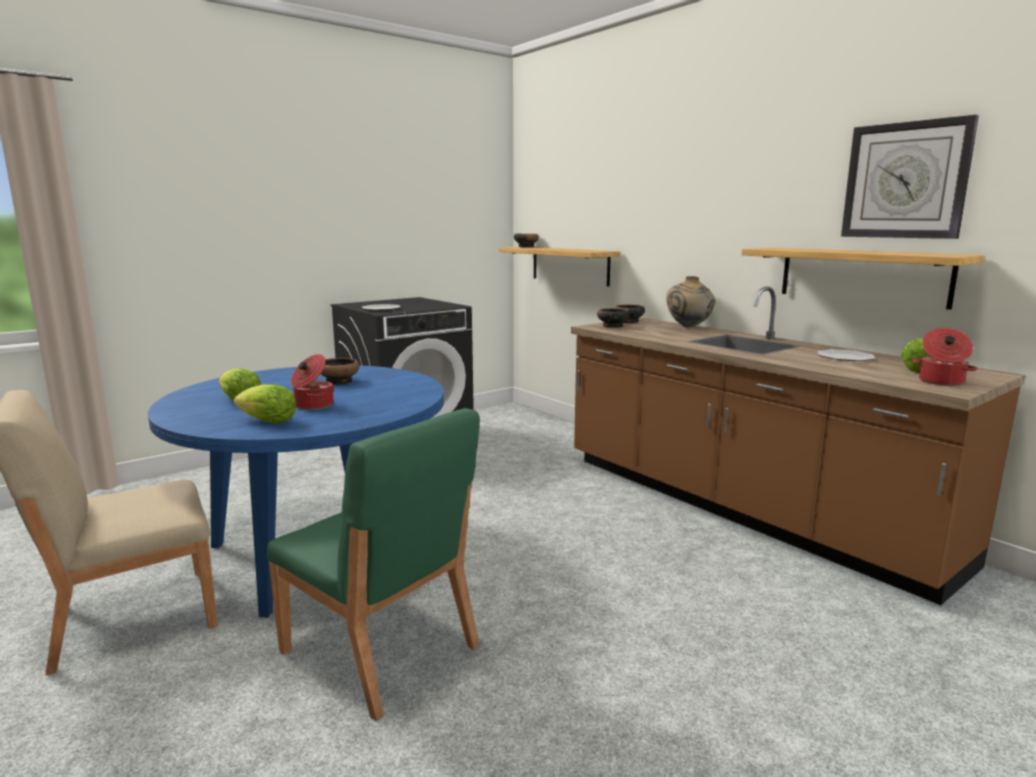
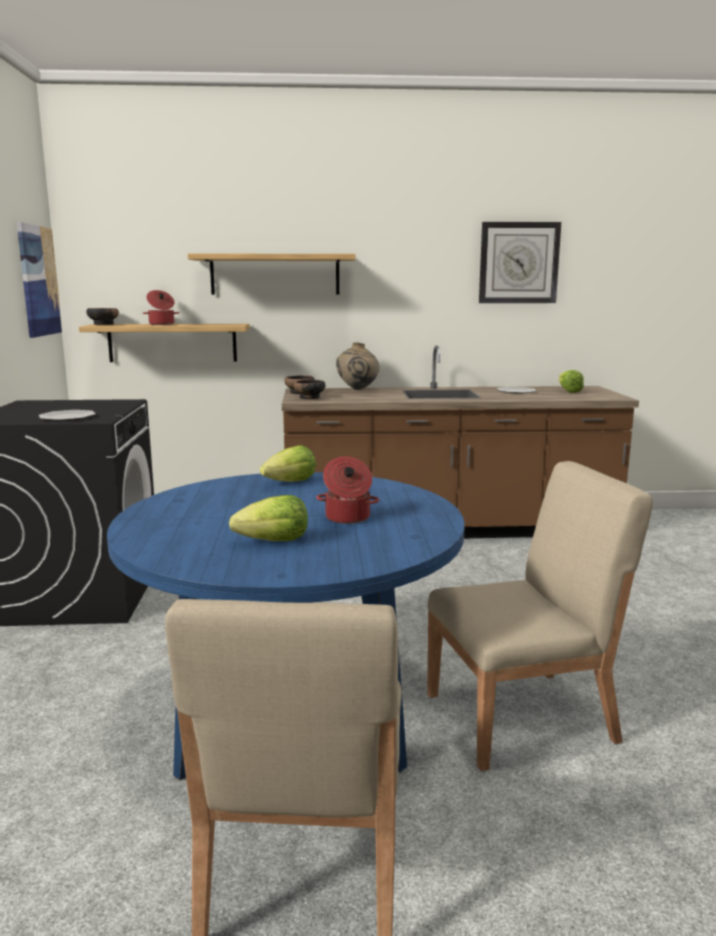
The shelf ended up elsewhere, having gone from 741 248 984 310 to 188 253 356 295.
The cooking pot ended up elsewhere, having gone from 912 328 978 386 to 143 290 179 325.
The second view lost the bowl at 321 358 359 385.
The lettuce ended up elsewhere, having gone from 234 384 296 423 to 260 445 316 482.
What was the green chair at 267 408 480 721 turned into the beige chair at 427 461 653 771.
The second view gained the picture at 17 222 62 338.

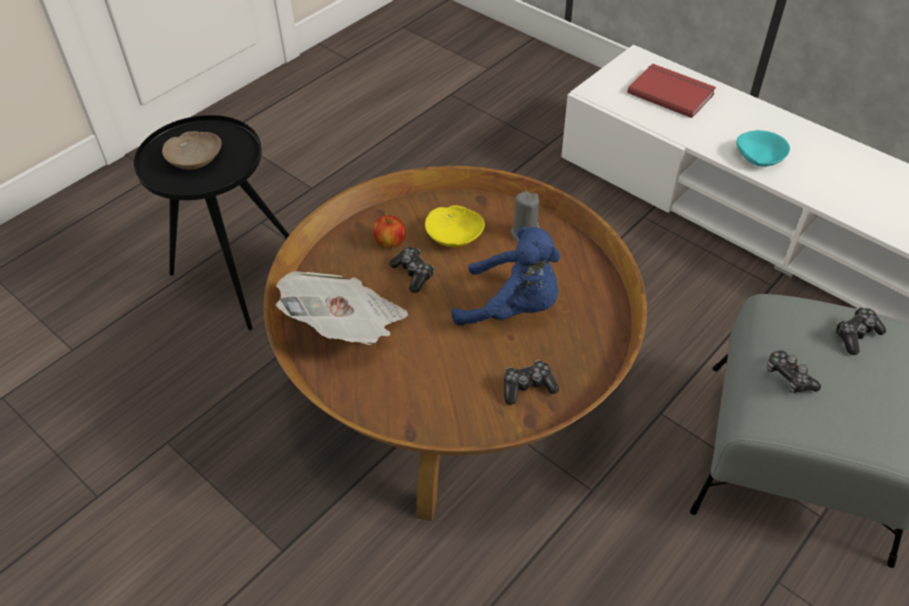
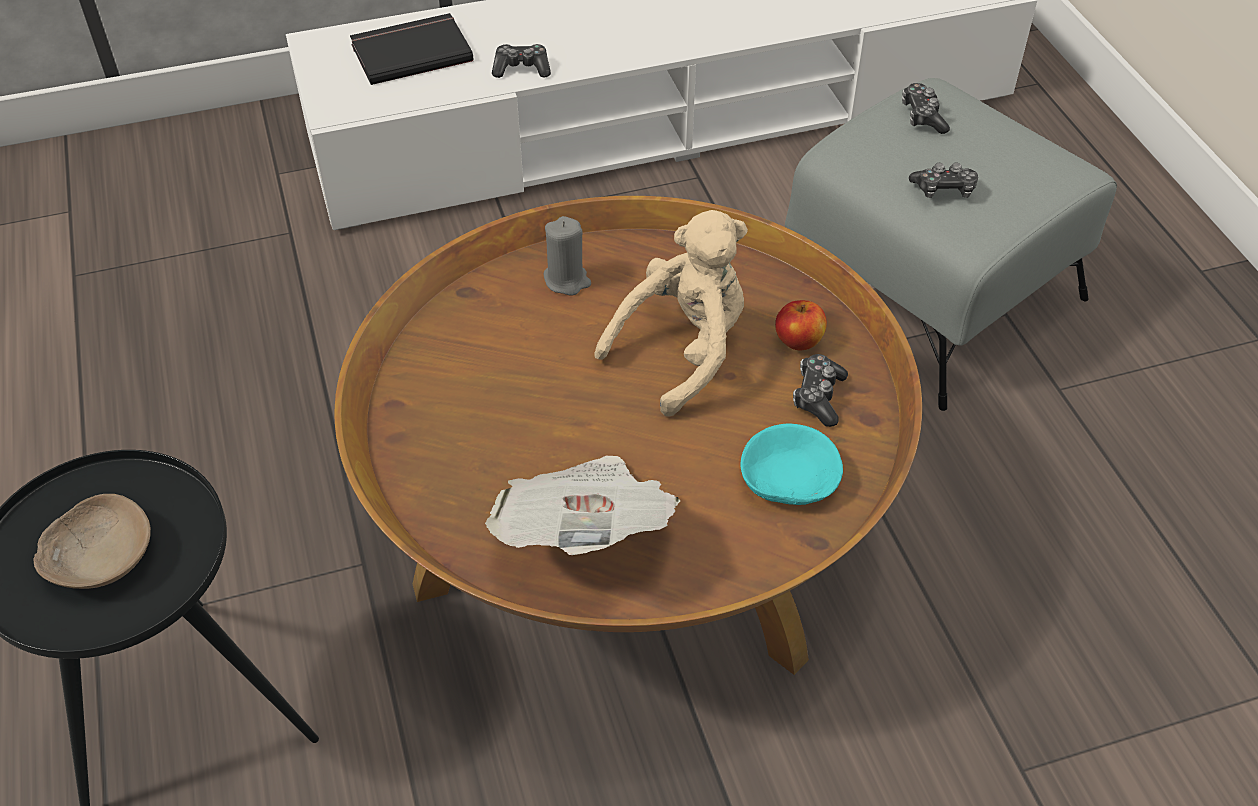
What was the red book at 627 63 716 118 turned into the black book at 350 13 473 85.
The turquoise bowl ended up elsewhere, having gone from 736 130 790 167 to 741 423 843 505.
The second view lost the yellow bowl at 425 205 485 247.
The apple ended up elsewhere, having gone from 373 216 406 248 to 775 300 827 350.
What was the blue plush toy at 452 227 561 326 turned into the beige plush toy at 594 210 748 417.
The game controller ended up elsewhere, having gone from 389 247 434 293 to 492 44 551 78.

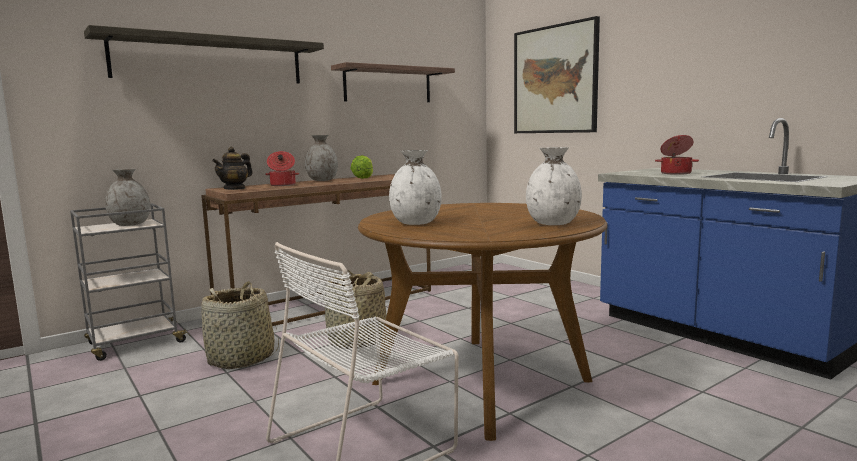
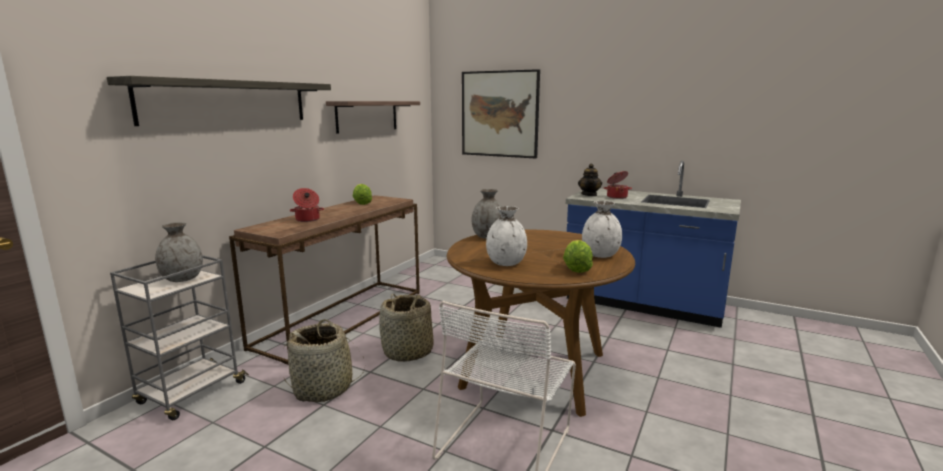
The grey vase ended up elsewhere, having gone from 305 135 338 181 to 471 189 502 239.
The teapot ended up elsewhere, having gone from 212 147 253 190 to 578 164 602 196.
The second view gained the lettuce at 563 240 593 273.

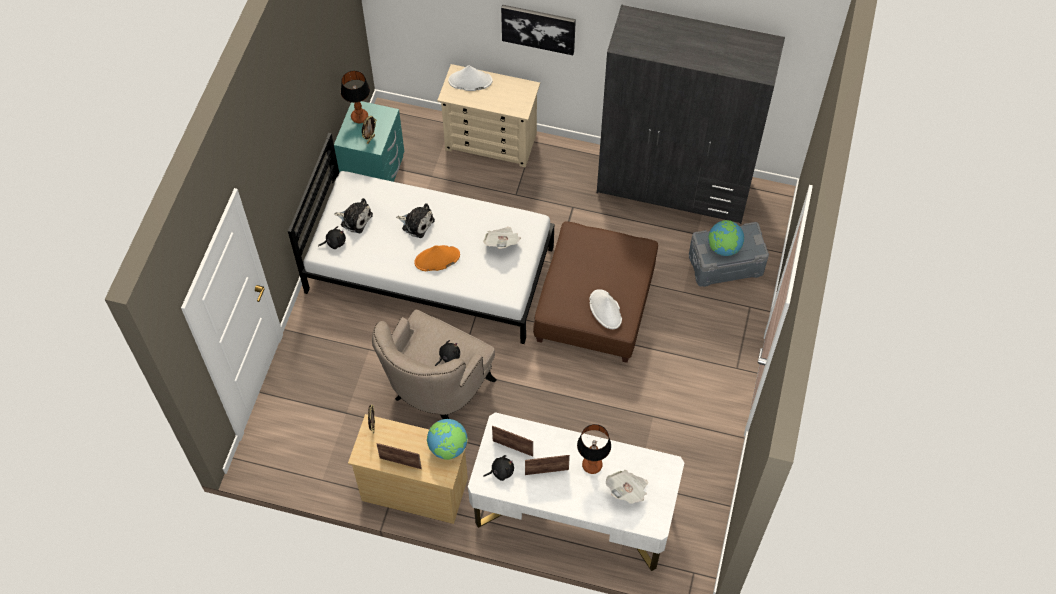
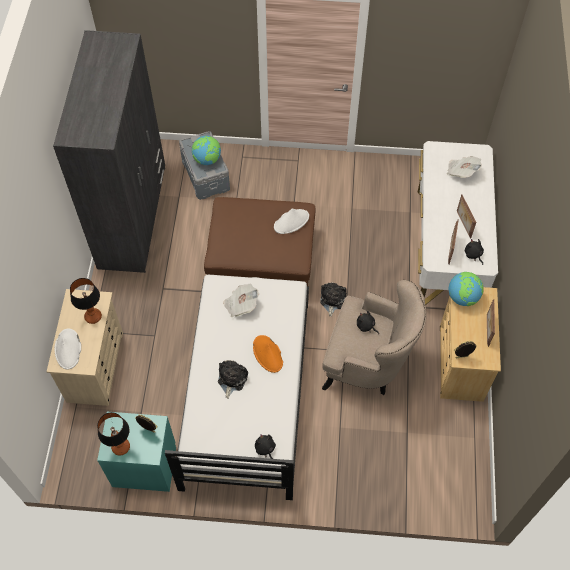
The second view lost the picture at 501 5 576 55.
The plush toy ended up elsewhere, having gone from 334 198 373 233 to 320 283 347 317.
The table lamp ended up elsewhere, having gone from 577 424 611 474 to 70 278 102 324.

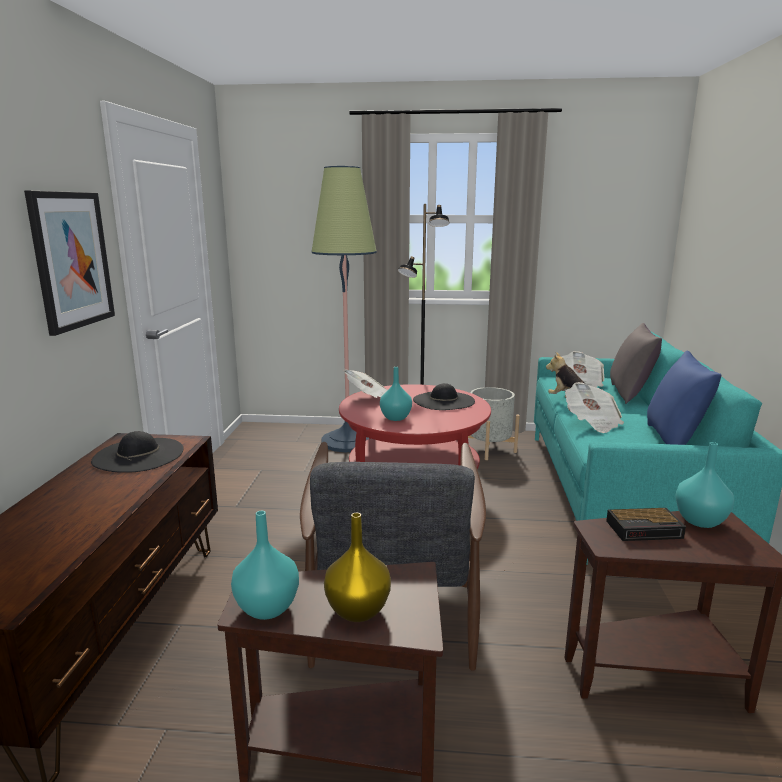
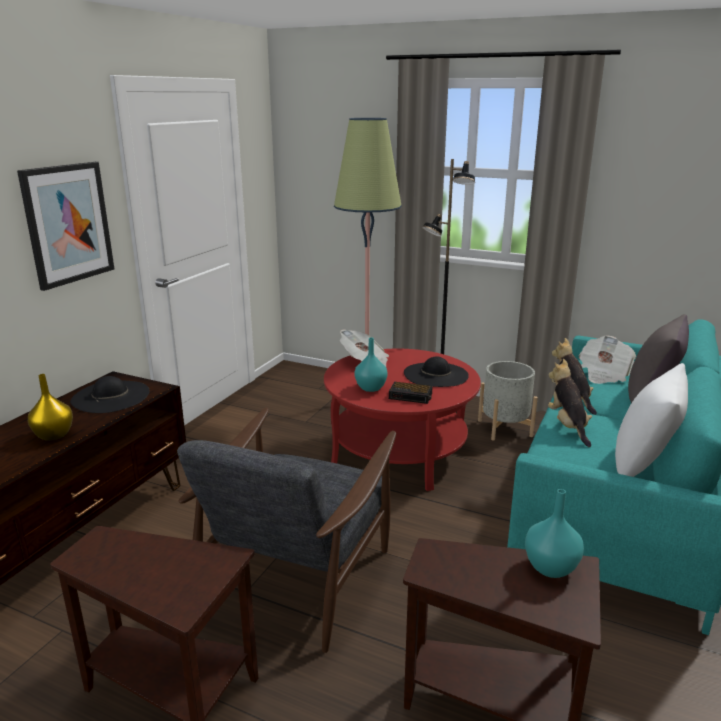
What was the blue pillow at 647 351 721 445 turned into the white pillow at 615 363 688 477.
Where the newspaper stood at 565 382 624 433, the plush toy came to stand at 548 359 592 447.
The alarm clock ended up elsewhere, having gone from 606 508 686 541 to 389 382 433 404.
The second view lost the turquoise vase at 231 511 299 620.
The yellow vase ended up elsewhere, having gone from 324 513 391 622 to 28 374 73 441.

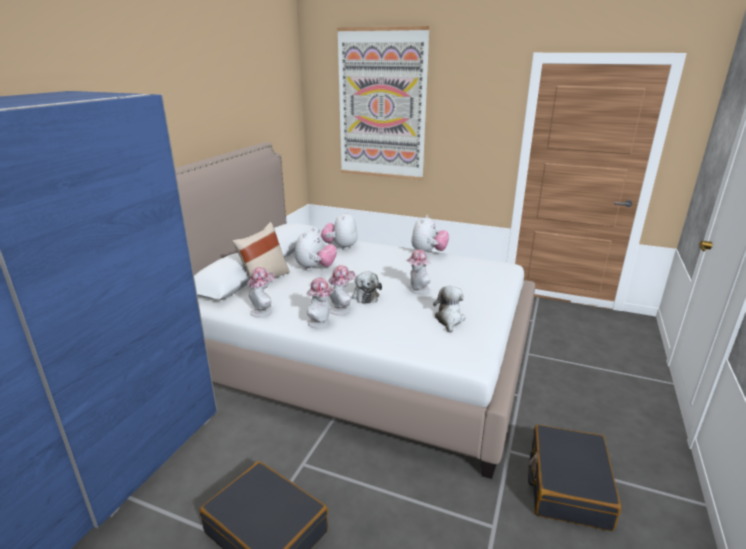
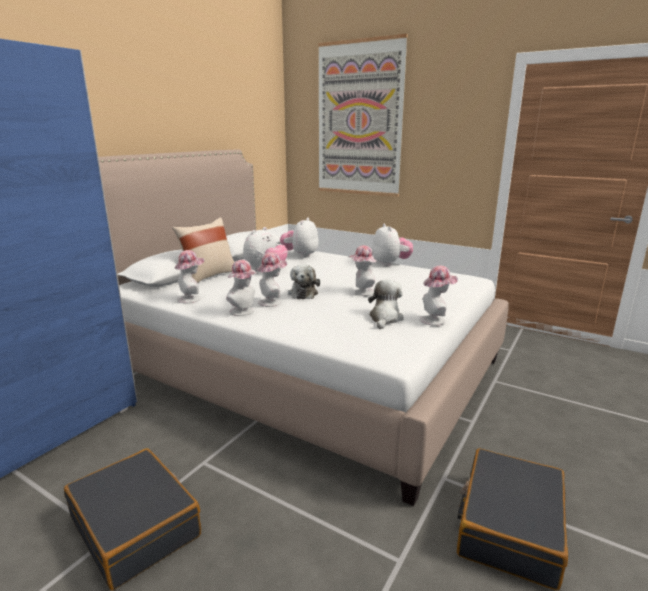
The plush toy at 411 215 449 251 ended up facing another way, 45 degrees counterclockwise from before.
The second view gained the hat at 420 266 458 326.

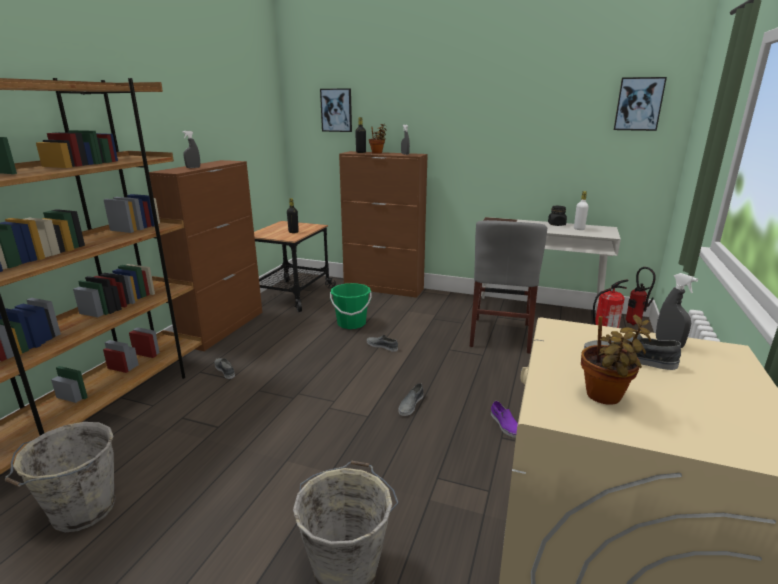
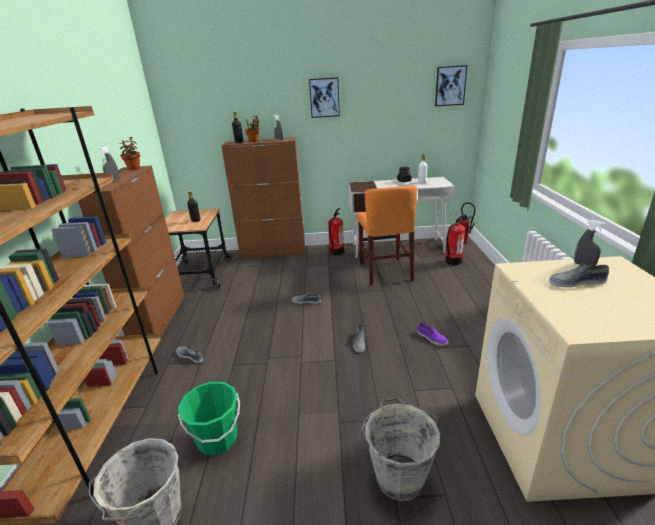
The picture ended up elsewhere, having gone from 320 88 352 132 to 309 77 340 118.
What was the grey chair at 470 220 547 354 turned into the orange chair at 357 185 417 286.
The green bucket ended up elsewhere, having gone from 330 283 372 329 to 178 382 240 455.
The potted plant ended up elsewhere, having gone from 581 315 651 405 to 119 137 140 170.
The second view gained the fire extinguisher at 328 208 344 255.

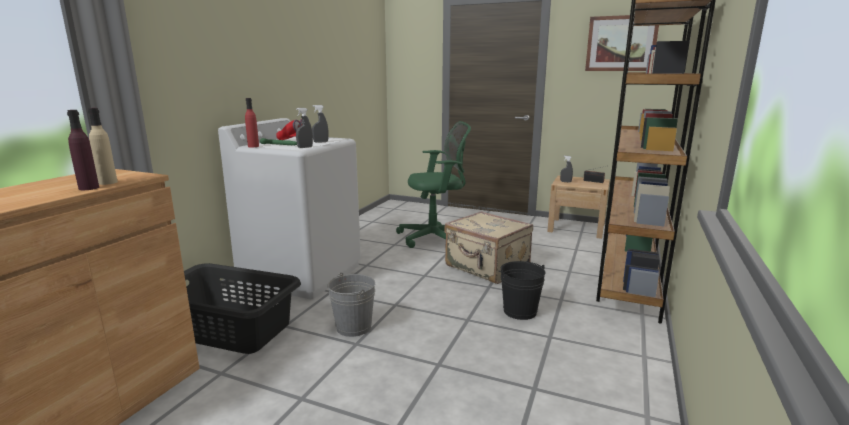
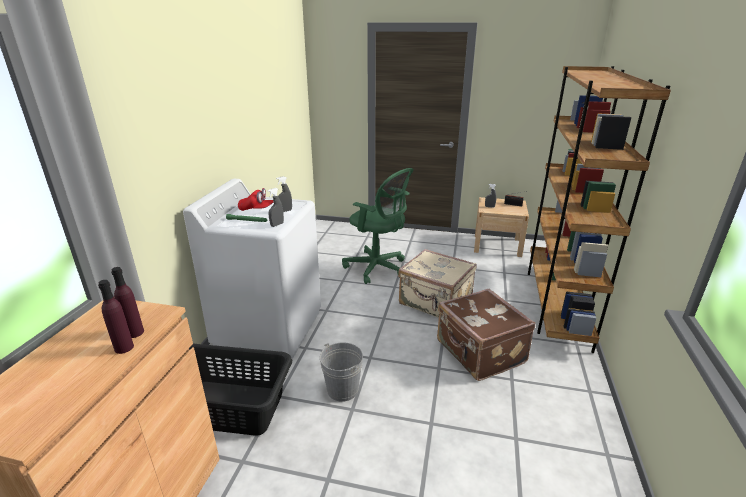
The second view lost the picture at 585 15 659 71.
The second view lost the red bottle at 245 98 259 147.
What was the beige bottle at 88 108 118 185 turned into the purple bottle at 111 267 144 338.
The green office chair at 396 121 471 248 ended up facing another way, 60 degrees clockwise from before.
Where the black bucket stood at 499 261 545 320, the brown suitcase came to stand at 437 289 535 381.

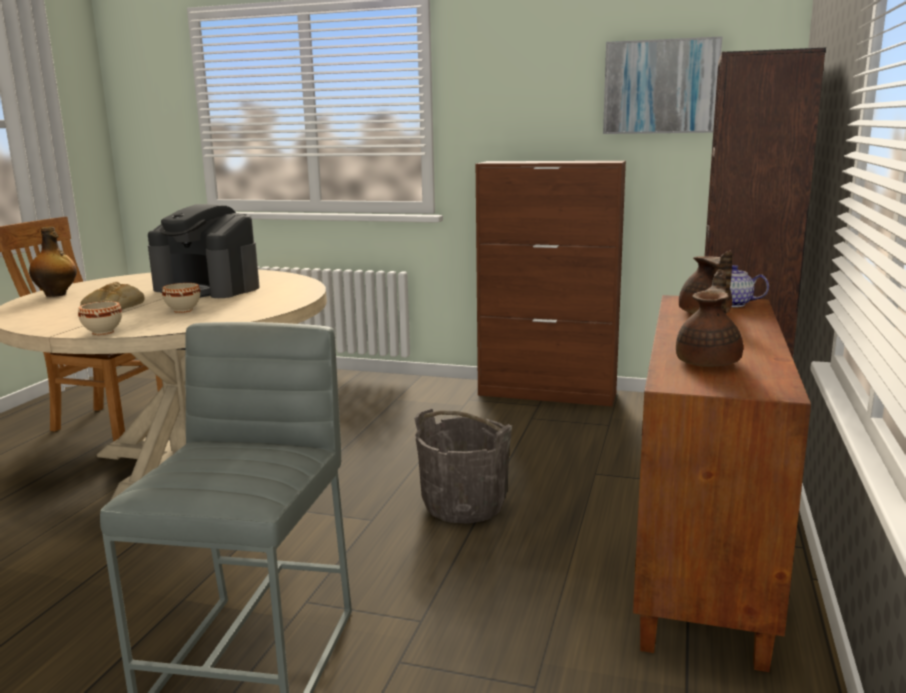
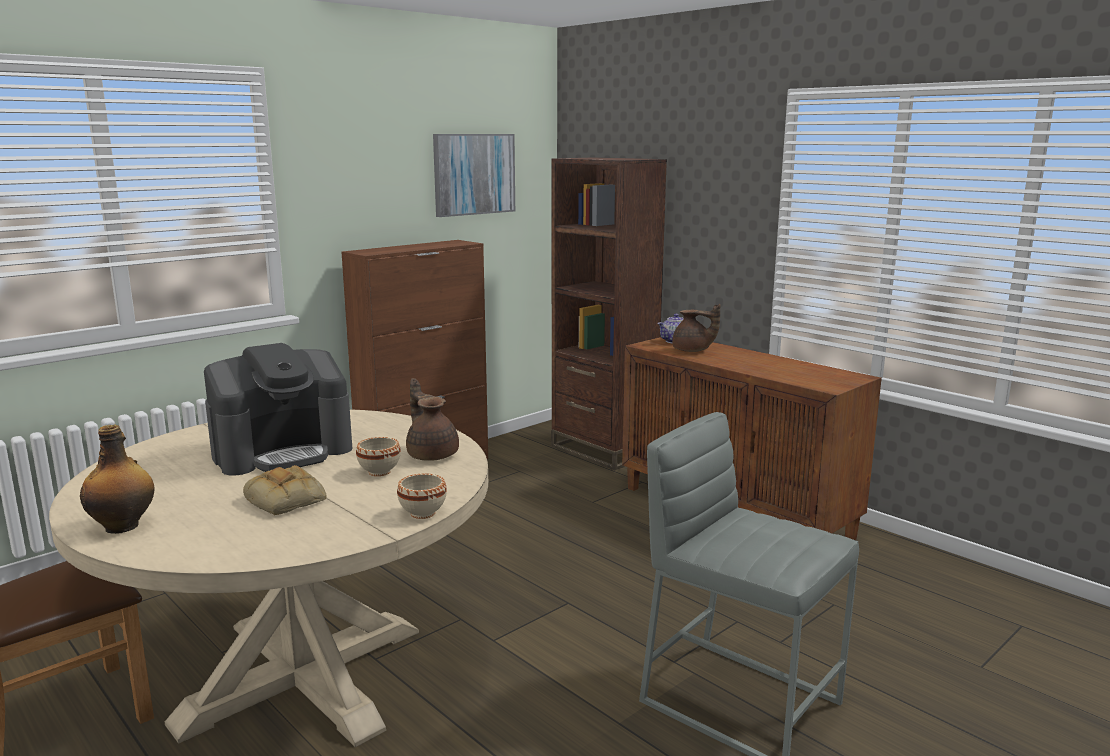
The brown teapot ended up elsewhere, having gone from 676 269 743 367 to 406 378 459 461.
The second view lost the grey bucket at 414 409 512 524.

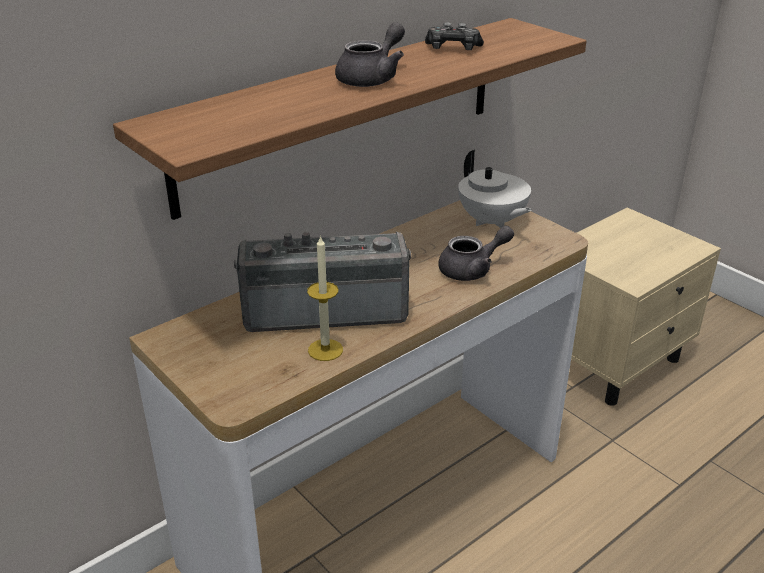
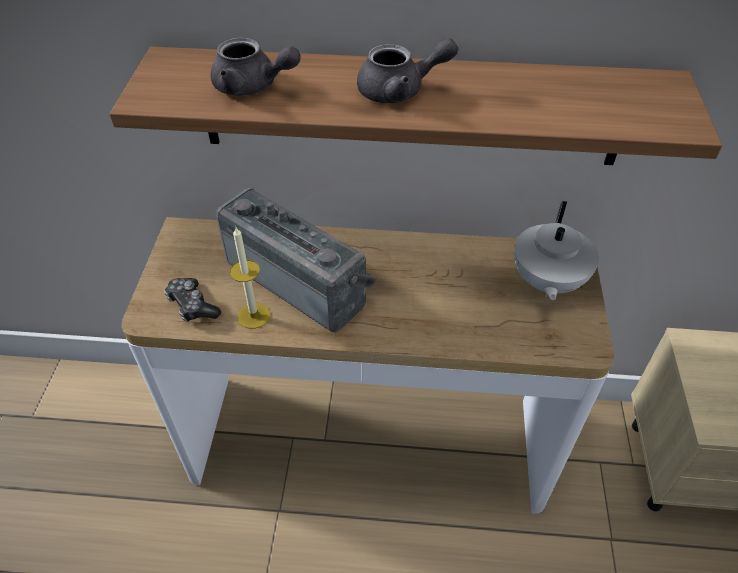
The game controller ended up elsewhere, having gone from 425 22 484 50 to 164 278 221 322.
The grey teapot ended up elsewhere, having gone from 438 226 514 281 to 211 37 300 96.

